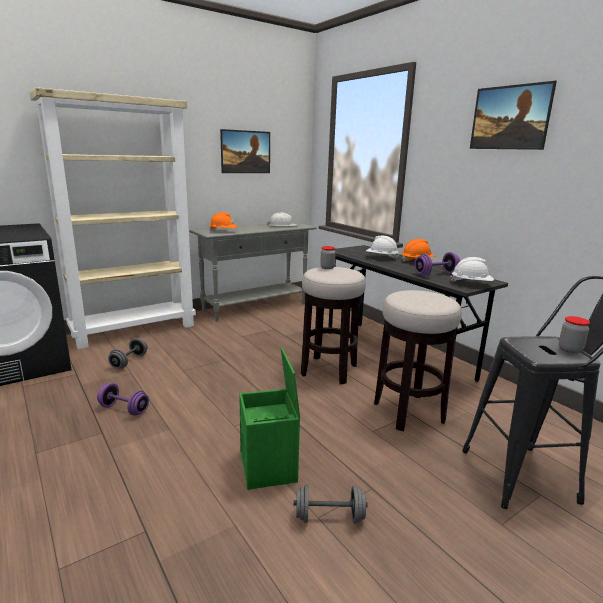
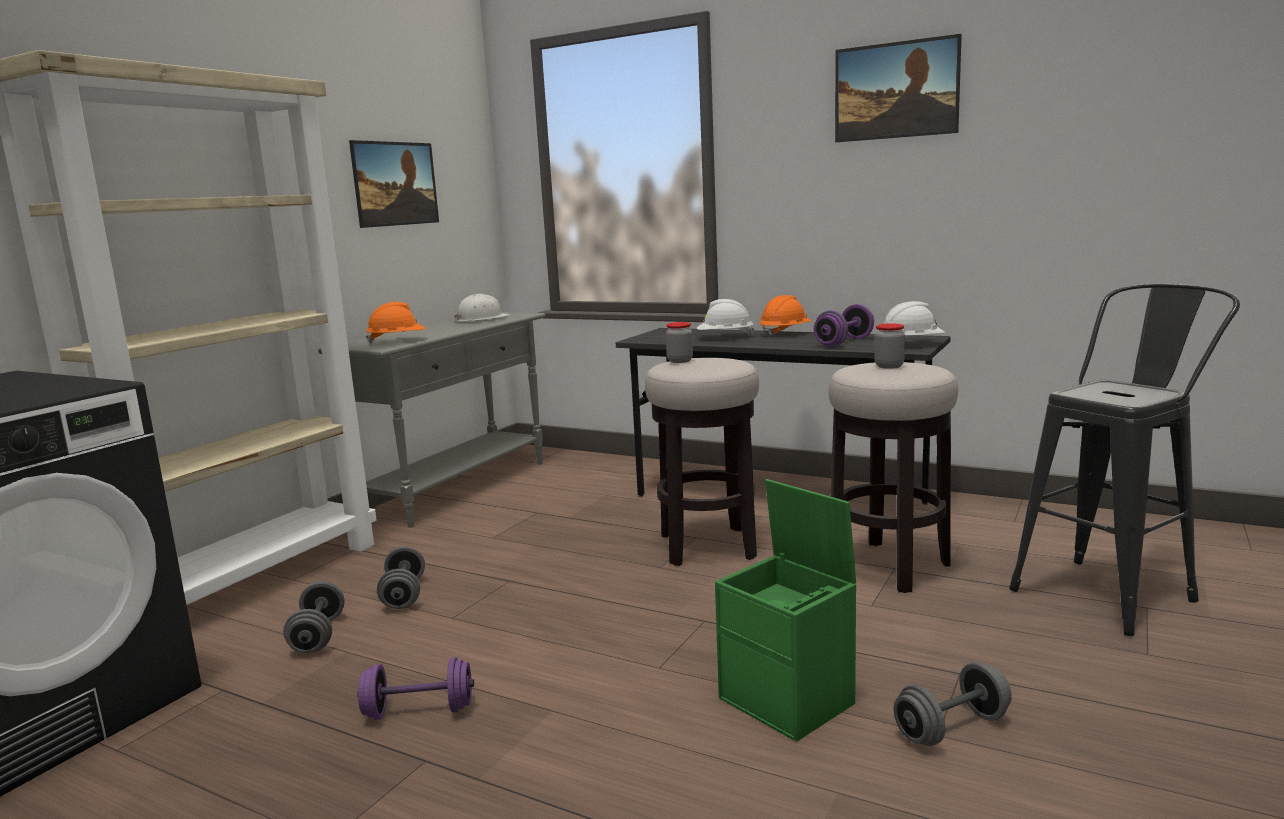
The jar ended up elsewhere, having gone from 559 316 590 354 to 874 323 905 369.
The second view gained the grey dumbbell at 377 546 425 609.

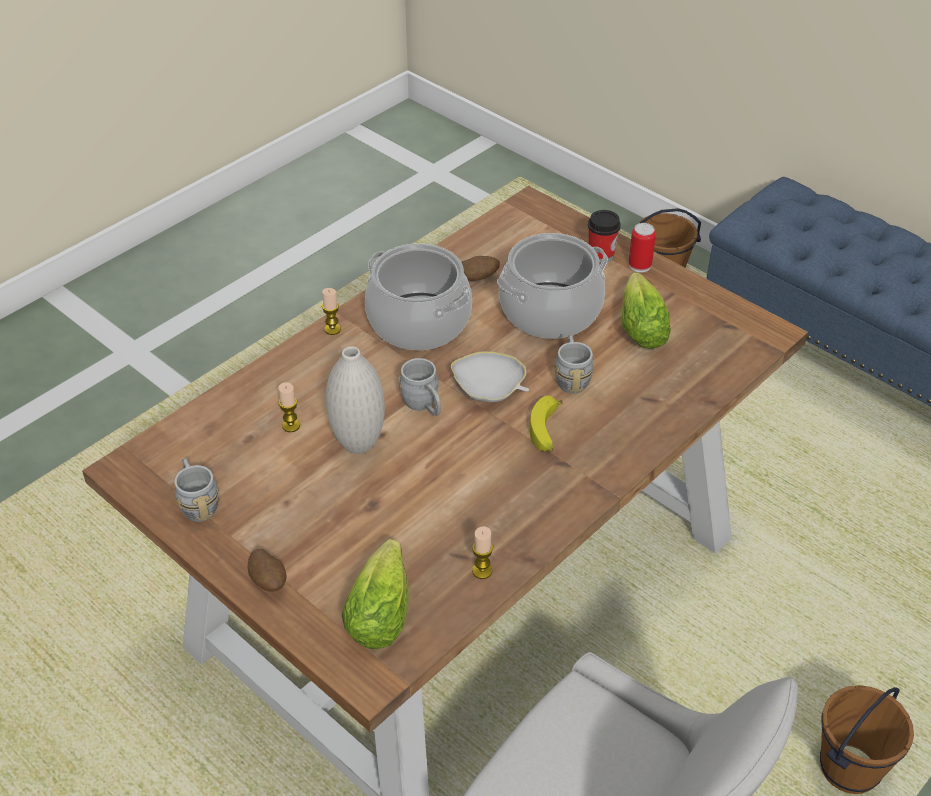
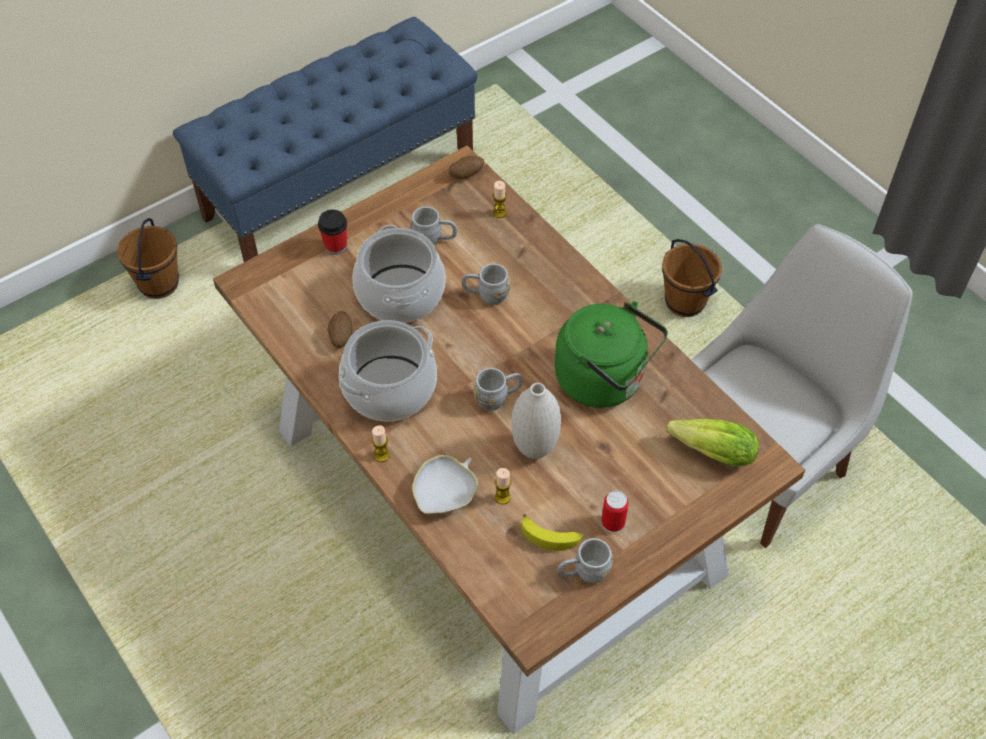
The can ended up elsewhere, having gone from 629 223 656 272 to 601 491 629 533.
Where the lettuce stood at 622 272 671 349, the grey mug came to stand at 410 207 457 245.
The white bowl ended up elsewhere, having gone from 451 351 529 402 to 412 455 478 514.
The banana ended up elsewhere, having gone from 530 396 563 452 to 521 514 584 551.
The candle ended up elsewhere, having gone from 472 526 493 579 to 493 181 507 218.
The potato ended up elsewhere, having gone from 247 549 287 591 to 448 156 484 179.
The second view gained the green kettle at 555 301 668 408.

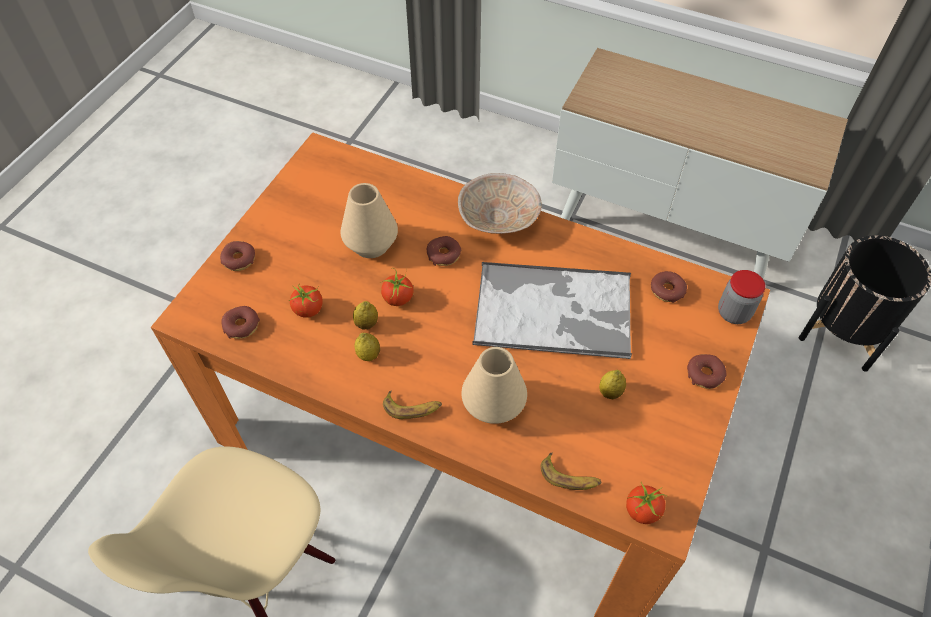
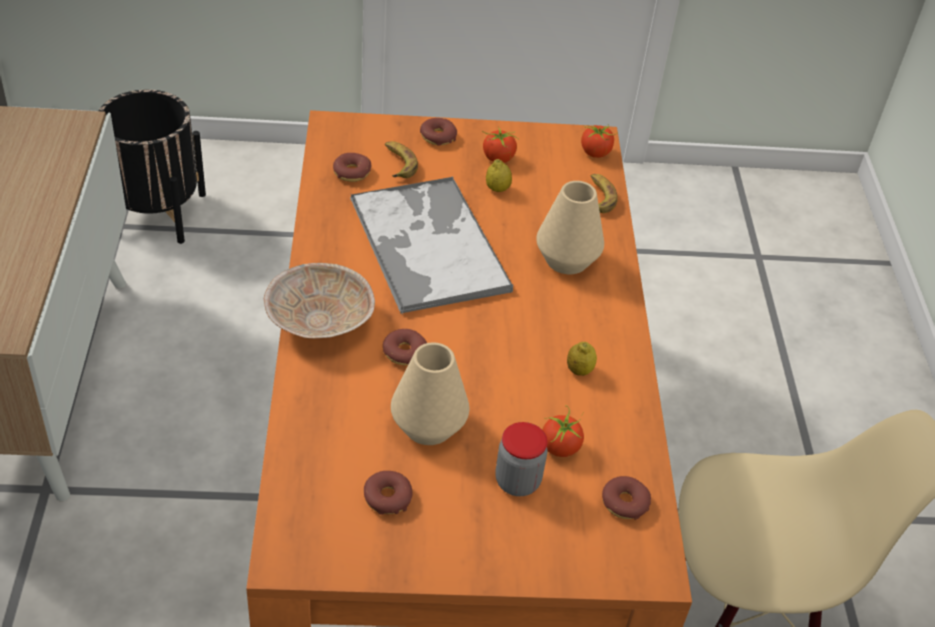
The donut ended up elsewhere, having gone from 220 241 255 271 to 364 471 413 515.
The tomato ended up elsewhere, having gone from 381 268 413 306 to 482 127 518 163.
The jar ended up elsewhere, having gone from 718 270 766 324 to 495 422 548 496.
The second view lost the lemon at 353 301 378 330.
The banana ended up elsewhere, having gone from 383 391 442 419 to 385 141 418 178.

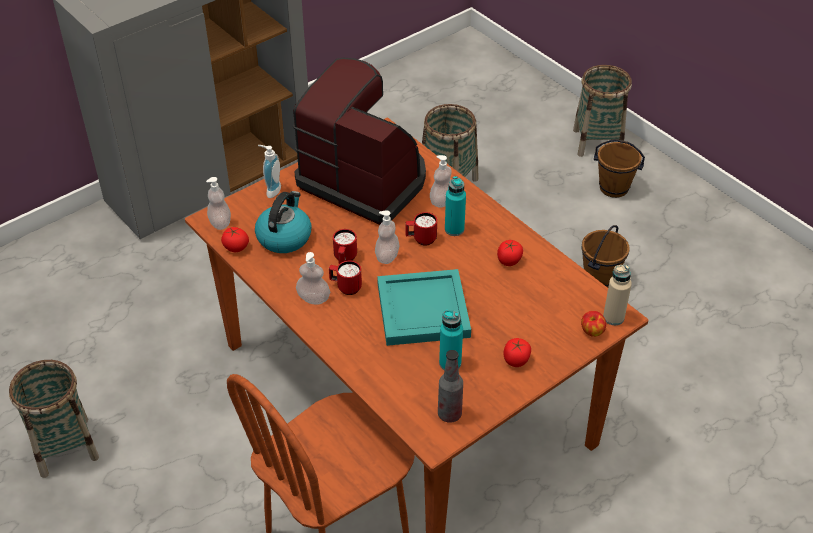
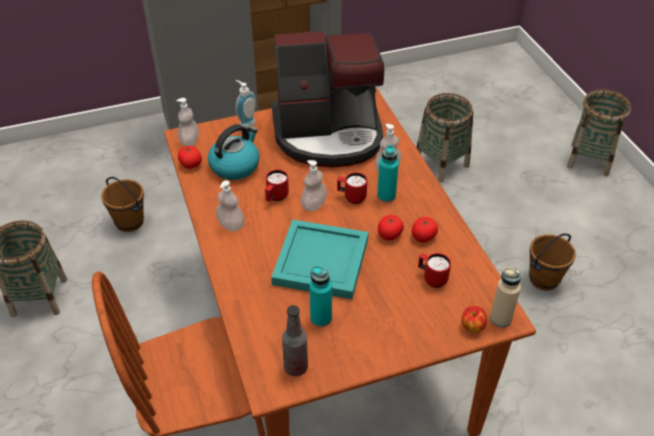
The coffee machine at 293 58 426 225 ended up facing another way, 120 degrees clockwise from before.
The brown bucket ended up elsewhere, having gone from 594 139 645 198 to 101 177 144 232.
The red mug ended up elsewhere, having gone from 329 261 362 295 to 418 253 451 288.
The tomato ended up elsewhere, having gone from 503 338 531 367 to 378 215 404 240.

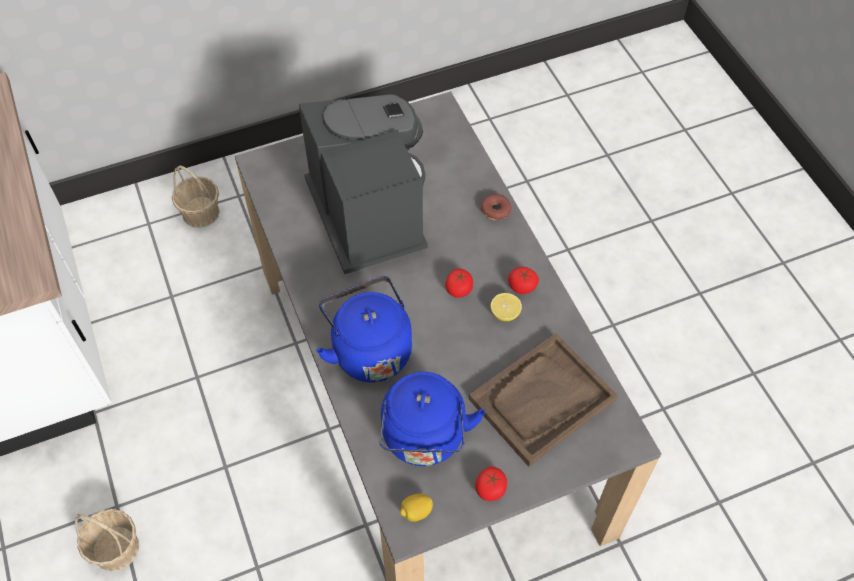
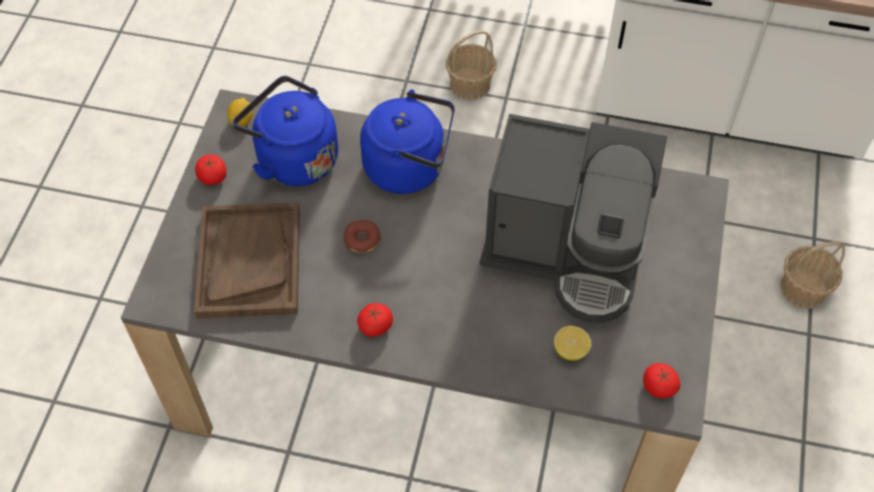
The donut ended up elsewhere, having gone from 481 194 512 221 to 344 220 381 253.
The tomato ended up elsewhere, having gone from 445 269 473 298 to 643 363 680 398.
The lemon ended up elsewhere, having gone from 491 293 522 321 to 554 326 592 361.

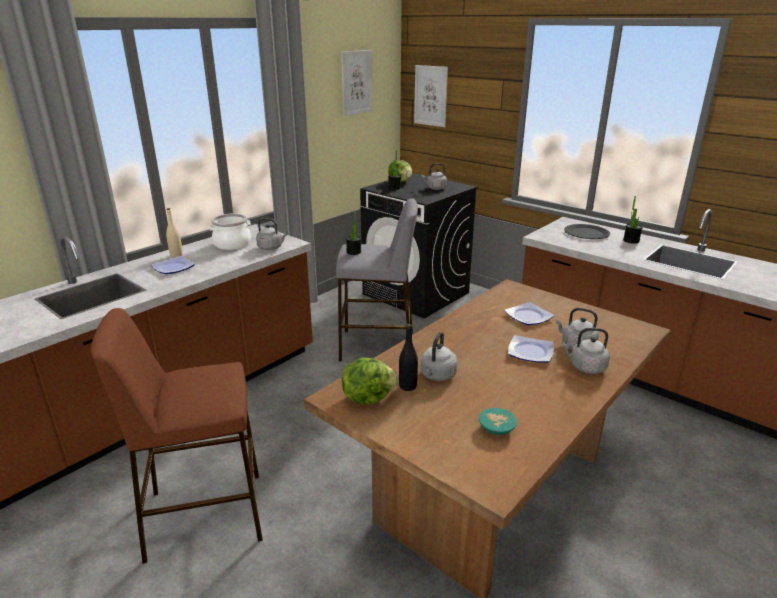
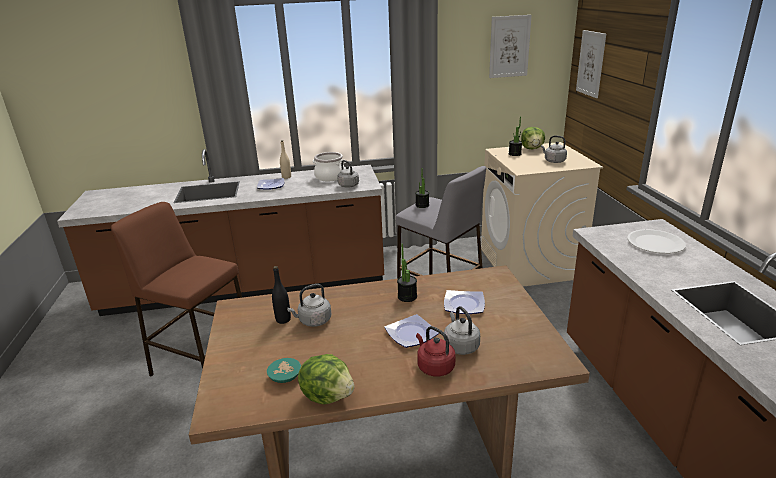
What was the black washing machine at 360 173 478 319 turned into the beige washing machine at 481 142 603 287.
The potted plant ended up elsewhere, having gone from 623 196 642 243 to 397 244 417 302.
What was the black plate at 564 224 610 239 turned into the white plate at 627 229 686 254.
What was the grey kettle at 562 328 610 374 turned into the red kettle at 416 326 455 376.
The lettuce ended up elsewhere, having gone from 342 357 399 405 to 298 354 354 404.

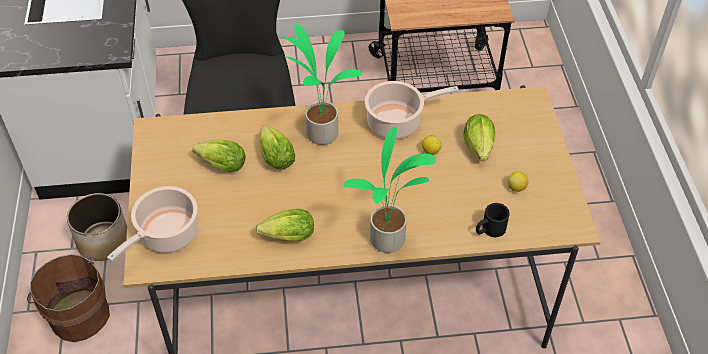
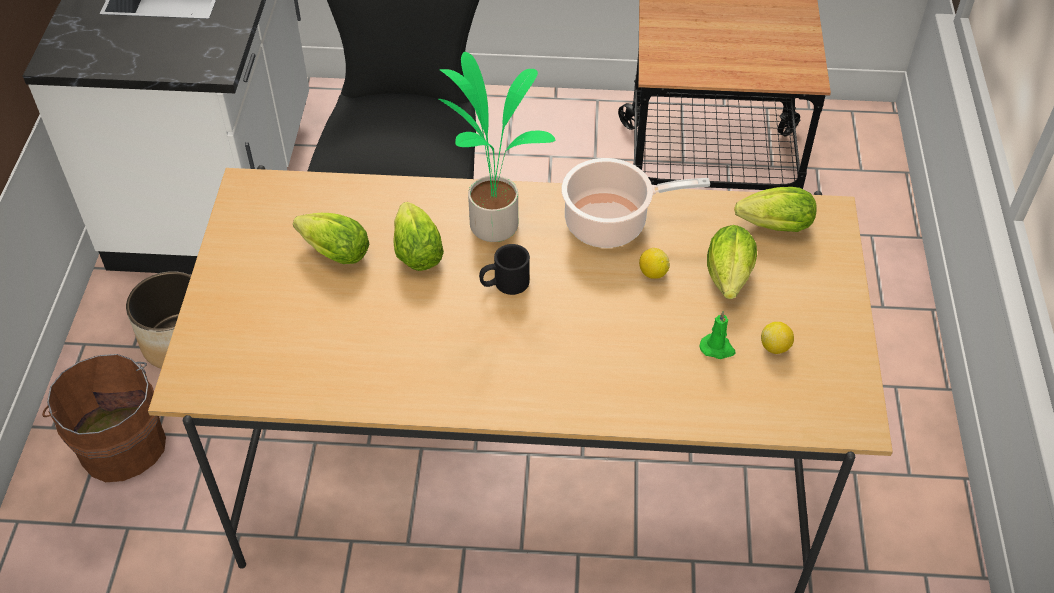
The second view lost the potted plant at 343 127 436 253.
The second view lost the cooking pot at 107 186 198 262.
The black mug ended up elsewhere, having gone from 476 203 510 237 to 479 244 530 295.
The lettuce ended up elsewhere, having gone from 256 209 314 241 to 734 187 817 232.
The second view gained the green candle at 700 311 735 359.

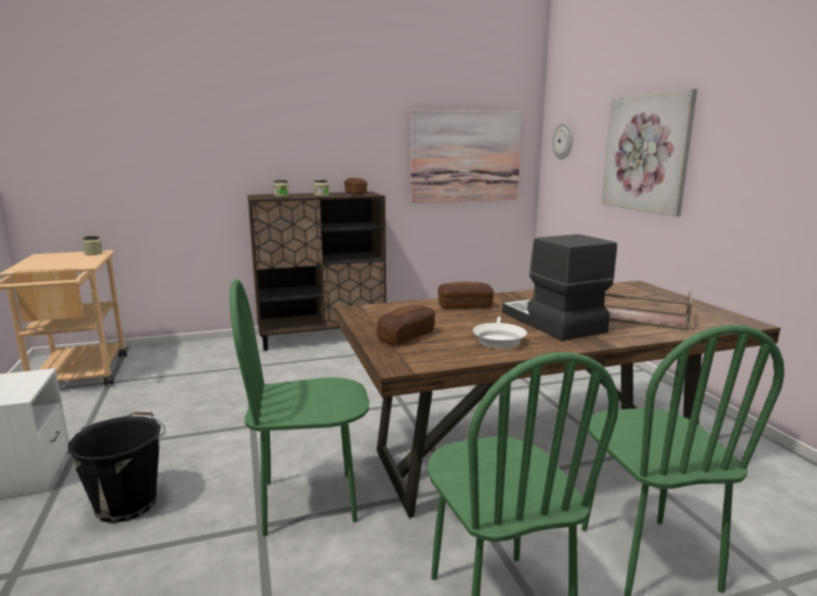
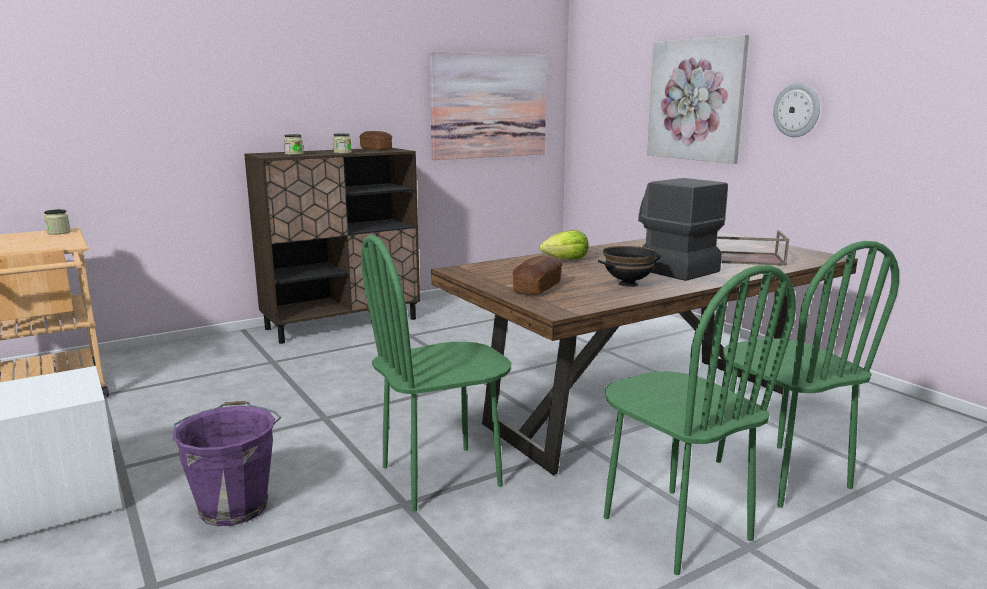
The wall clock ended up elsewhere, having gone from 552 122 573 159 to 773 83 820 137.
Where the bread stood at 438 282 494 309, the lettuce came to stand at 540 230 589 259.
Where the white frying pan stood at 473 317 527 349, the black bowl came to stand at 598 246 661 287.
What was the black bucket at 68 411 165 523 turned into the purple bucket at 173 401 281 526.

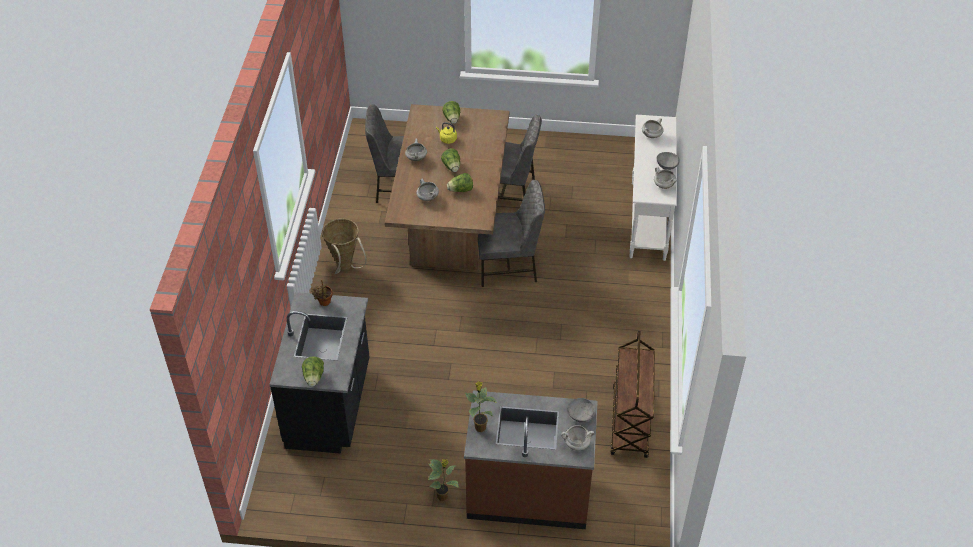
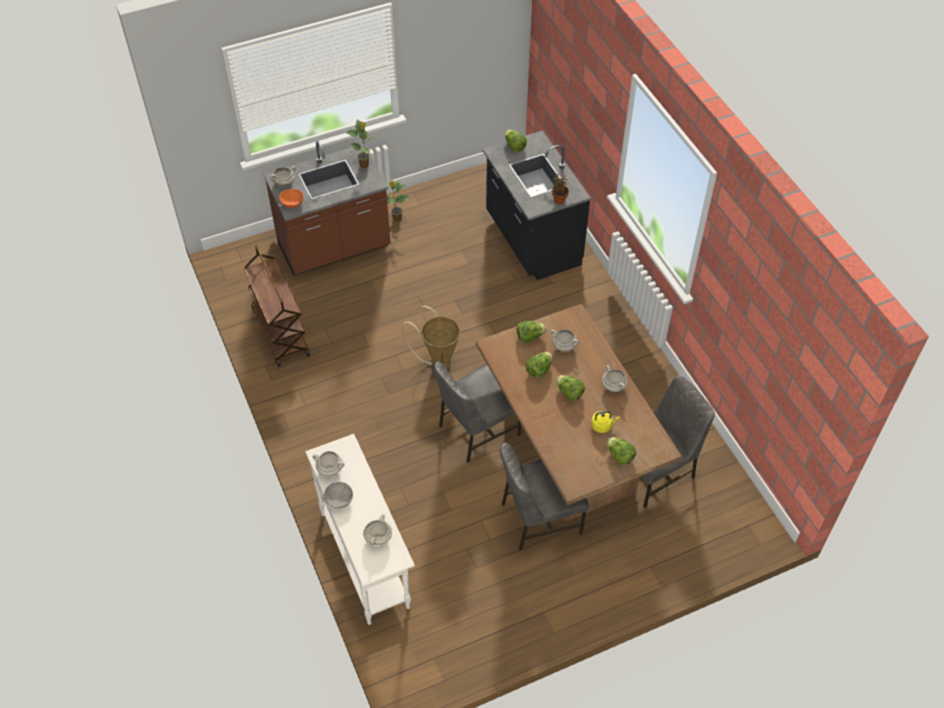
The basket ended up elsewhere, having gone from 322 219 367 274 to 402 306 460 368.
What was the grey bowl at 568 398 595 423 turned into the orange bowl at 279 189 303 208.
The second view gained the lettuce at 517 321 546 343.

